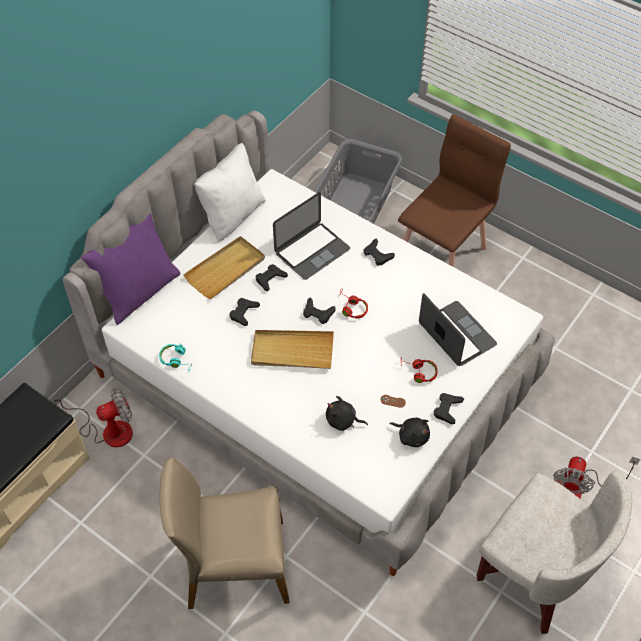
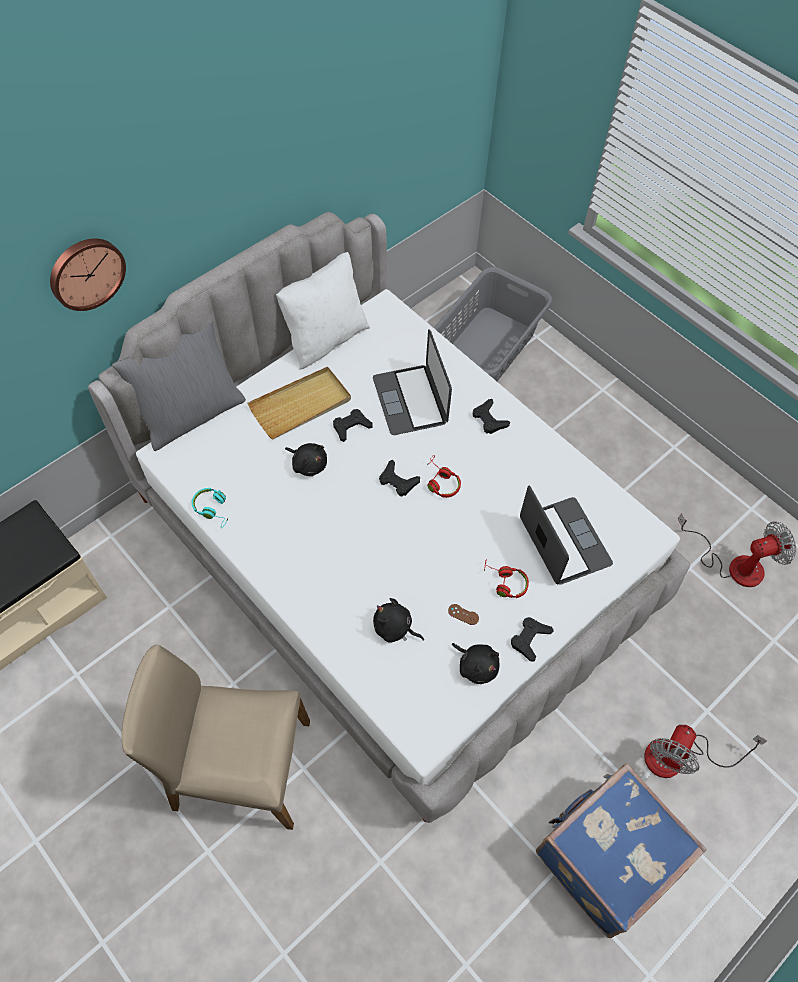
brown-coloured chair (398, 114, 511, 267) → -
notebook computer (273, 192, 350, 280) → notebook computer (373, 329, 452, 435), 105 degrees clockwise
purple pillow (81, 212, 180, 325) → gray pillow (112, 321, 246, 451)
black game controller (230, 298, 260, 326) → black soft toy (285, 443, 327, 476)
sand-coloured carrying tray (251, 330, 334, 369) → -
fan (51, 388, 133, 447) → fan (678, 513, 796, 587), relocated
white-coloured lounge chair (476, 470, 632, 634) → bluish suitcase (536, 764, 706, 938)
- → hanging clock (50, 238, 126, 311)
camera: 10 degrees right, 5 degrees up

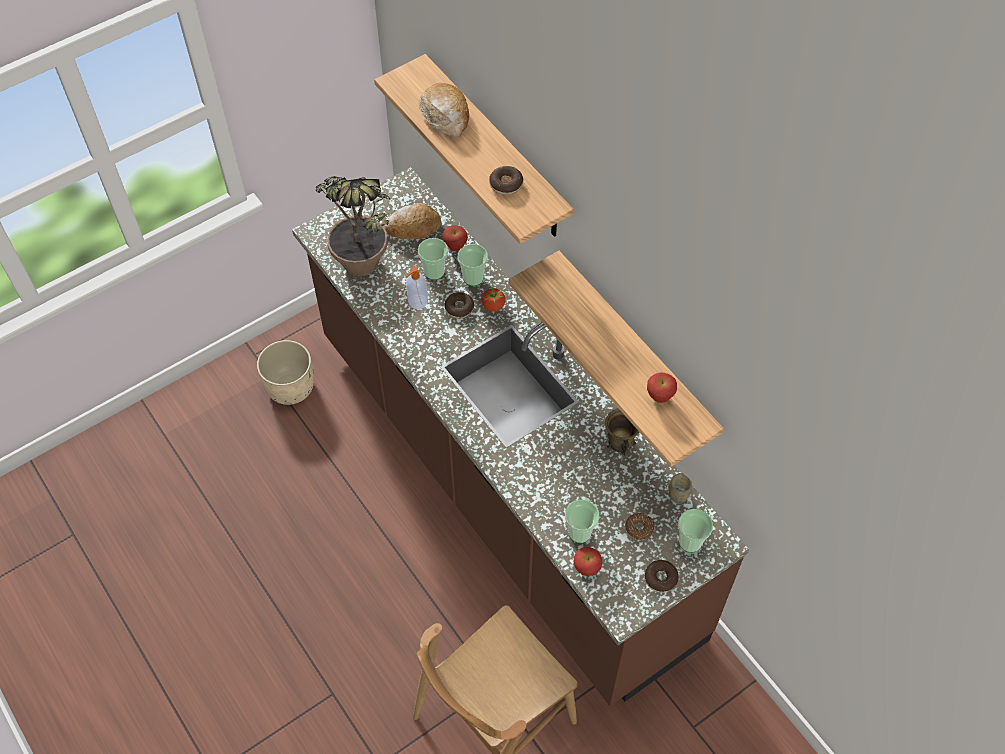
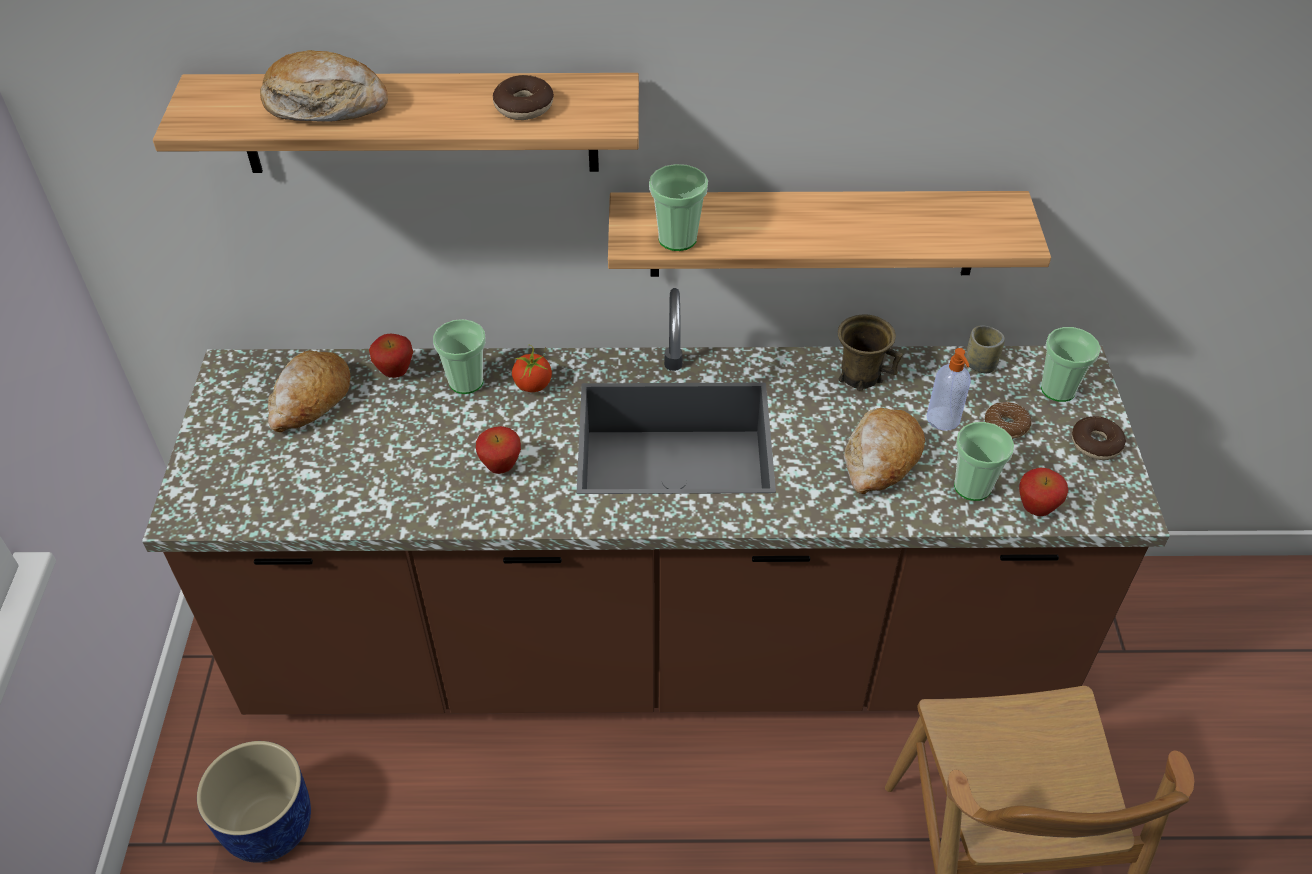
houseplant (315, 176, 390, 276) → -
small cup (418, 238, 448, 280) → small cup (649, 164, 708, 251), relocated
liquid soap bottle (406, 267, 428, 309) → liquid soap bottle (927, 348, 971, 431), relocated
donut (445, 292, 474, 318) → -
sand-coloured planter (257, 340, 314, 405) → bluish planter (197, 741, 311, 863)
whole apple (647, 372, 677, 403) → whole apple (476, 426, 521, 474), relocated
- → bread (844, 407, 925, 494)
camera: 55 degrees left, 10 degrees down

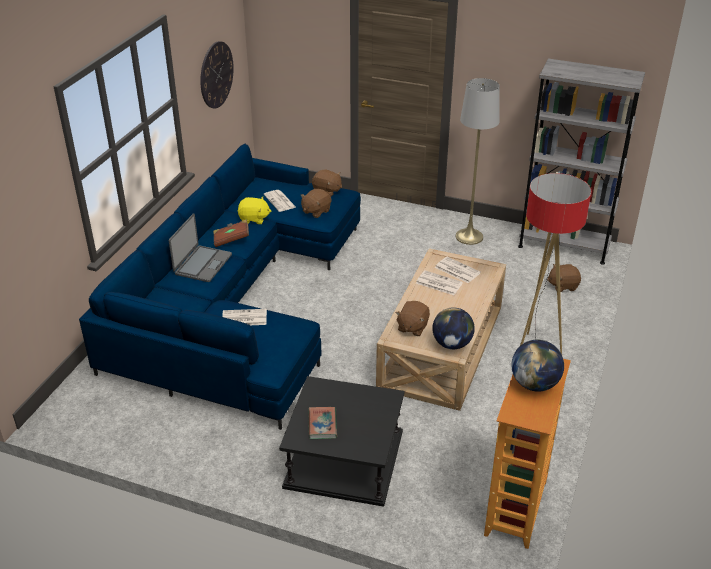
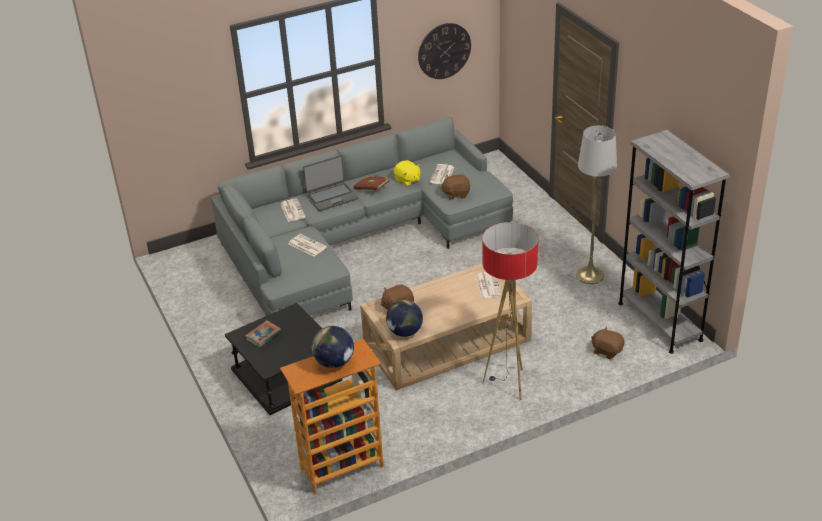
bluish sofa (79, 144, 361, 430) → gray sofa (211, 117, 513, 316)
brown-coloured soft toy (312, 170, 342, 197) → -
newspaper (416, 270, 463, 295) → newspaper (281, 198, 306, 222), relocated
camera: 45 degrees right, 0 degrees up

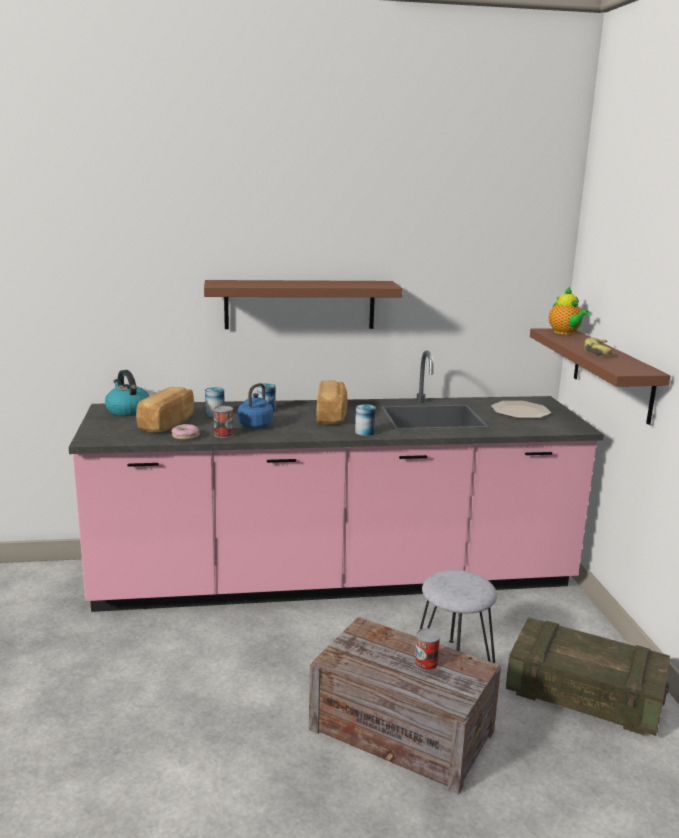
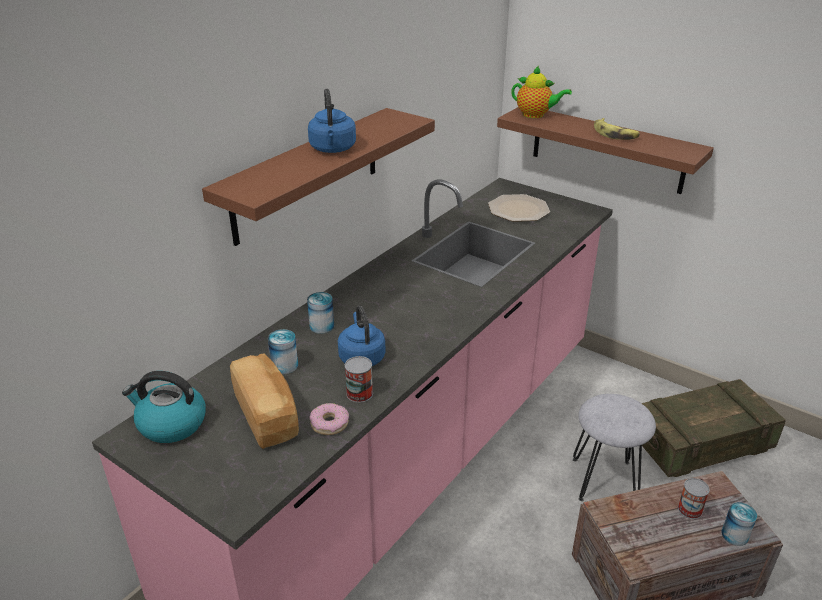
bread (316, 380, 348, 424) → -
sealed can (355, 404, 376, 436) → sealed can (722, 502, 757, 546), relocated
- → bluish kettle (308, 89, 356, 153)
camera: 45 degrees left, 15 degrees up

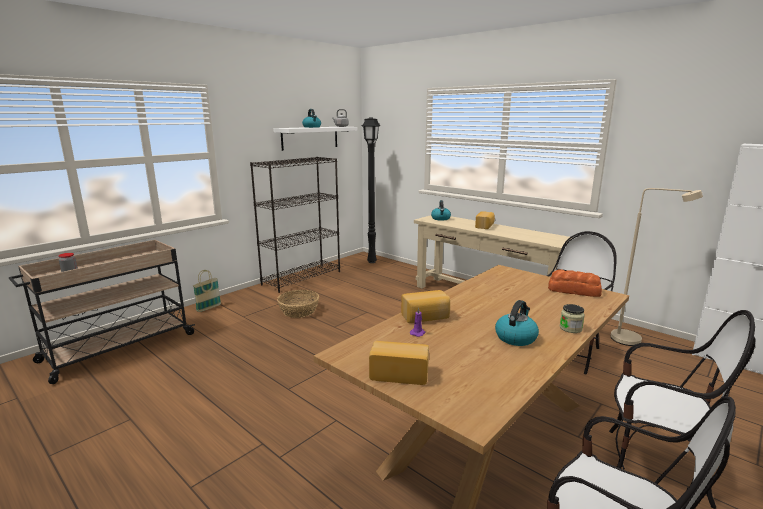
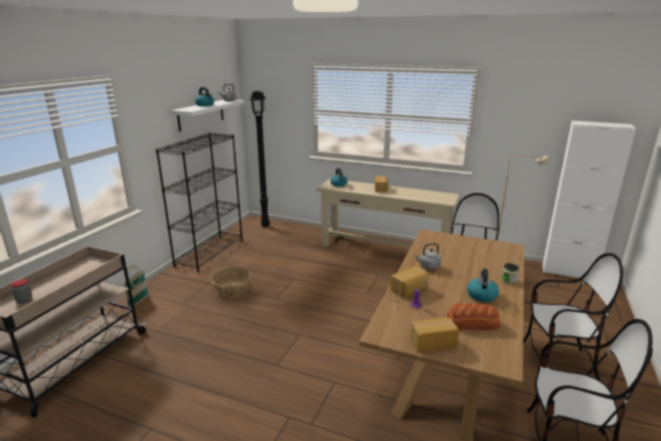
bread (548, 269, 602, 297) → bread (447, 303, 500, 330), relocated
- → gray kettle (414, 243, 441, 270)
camera: 20 degrees left, 5 degrees up

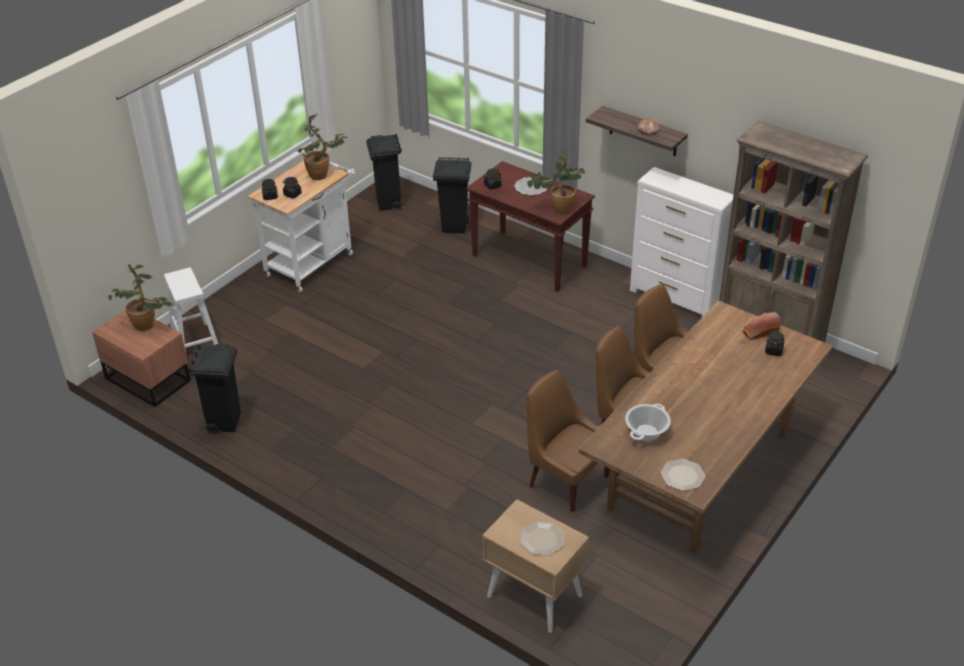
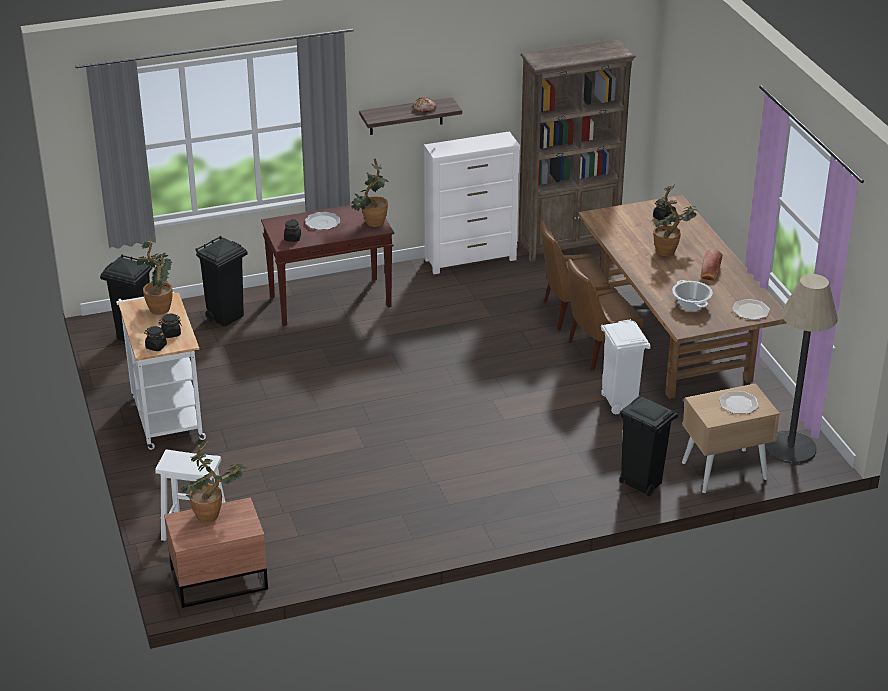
bread (743, 312, 781, 340) → bread (701, 249, 723, 281), relocated
black trash can (188, 344, 241, 433) → black trash can (619, 396, 678, 497), relocated
brown-coloured chair (527, 370, 610, 512) → white-coloured trash can (601, 319, 651, 414)
- → houseplant (653, 184, 697, 256)
- → standard lamp (765, 274, 838, 464)
camera: 55 degrees left, 5 degrees down

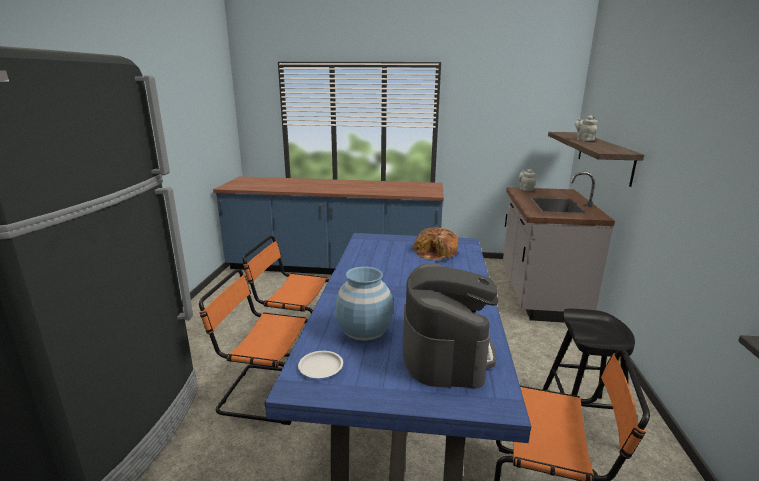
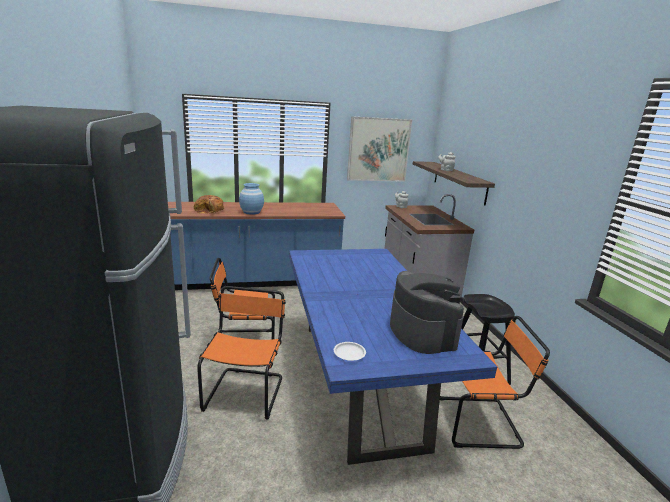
bread (413, 228, 459, 260) → bread (194, 195, 224, 214), relocated
bluish vase (335, 266, 394, 344) → bluish vase (239, 183, 264, 215), relocated
orangey chair (199, 269, 308, 425) → orangey chair (197, 286, 286, 420), 105 degrees clockwise
- → picture (347, 116, 412, 182)
camera: 20 degrees left, 0 degrees up

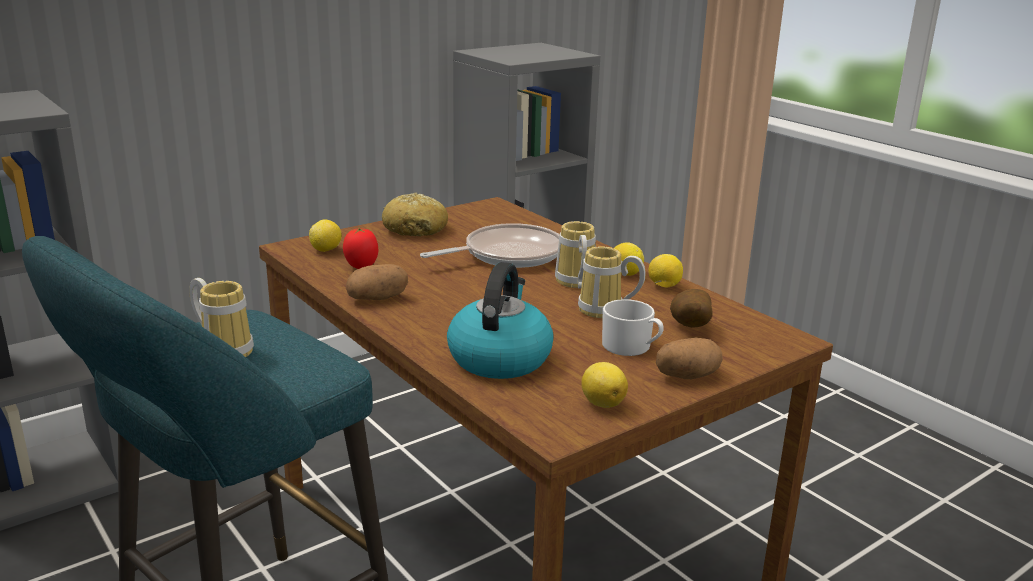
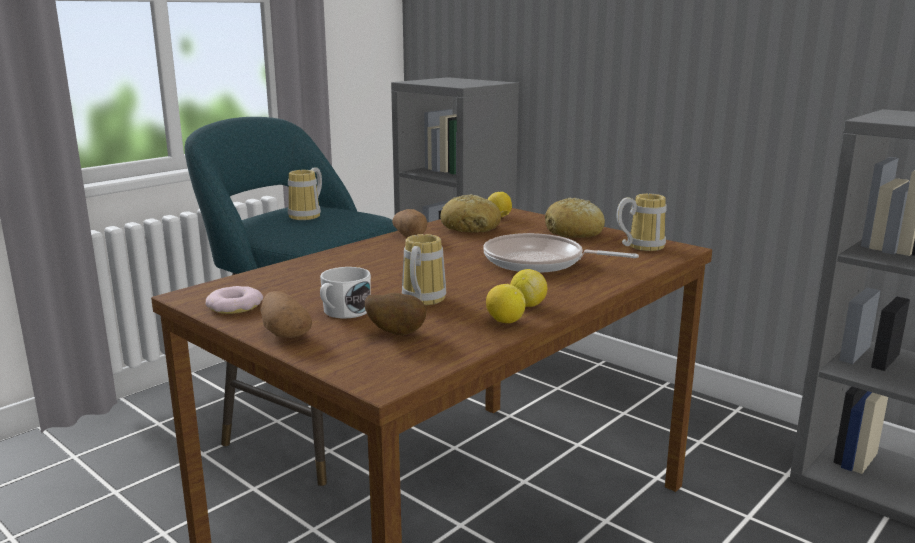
mug (555, 221, 596, 289) → mug (616, 194, 666, 251), relocated
skillet (420, 223, 560, 268) → skillet (483, 233, 639, 273), 150 degrees clockwise
whole tomato (343, 228, 378, 269) → bread (440, 194, 501, 232)
kettle (447, 262, 554, 379) → -
whole lemon (582, 362, 628, 408) → donut (206, 286, 263, 314)
camera: 80 degrees right, 5 degrees down

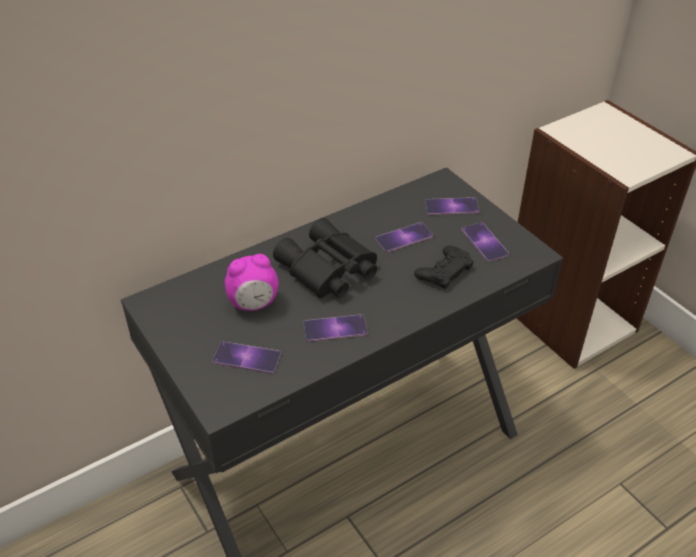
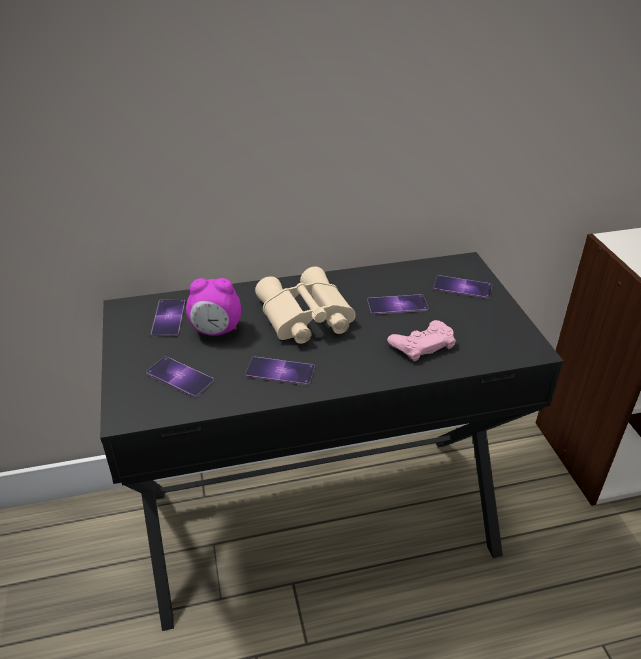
black field glasses (273, 218, 377, 298) → sand-coloured field glasses (255, 266, 355, 344)
phone (462, 222, 509, 262) → phone (151, 299, 185, 337), relocated
black game controller (414, 246, 474, 289) → pink-coloured game controller (387, 320, 456, 362)
camera: 20 degrees right, 5 degrees down

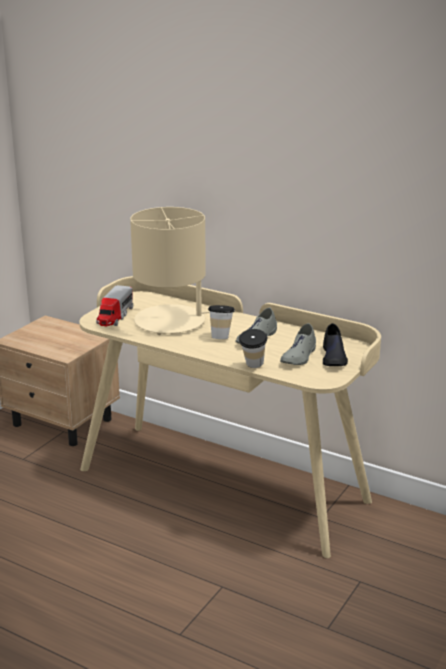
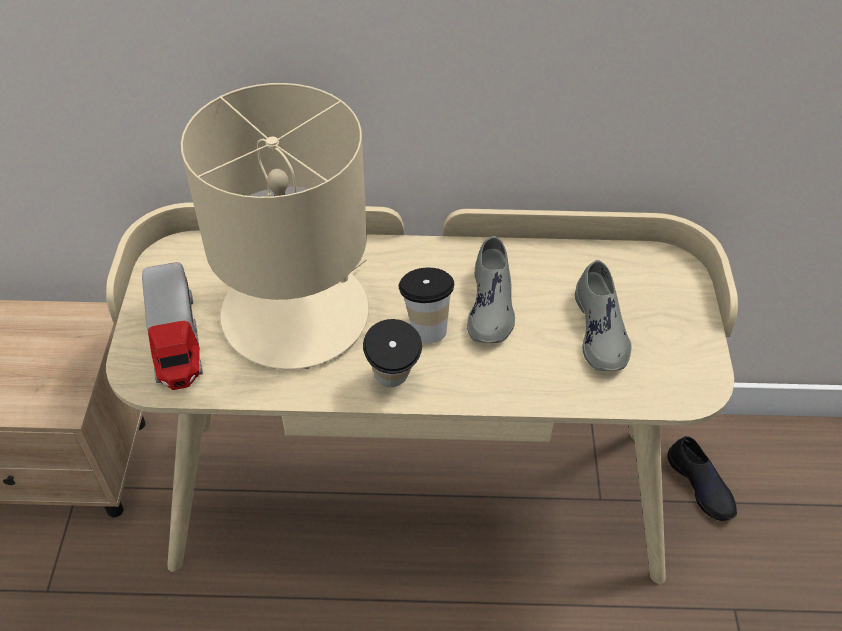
black shoe (323, 323, 348, 366) → black shoe (668, 436, 737, 521), relocated
small cup (239, 329, 267, 368) → small cup (363, 319, 422, 387), relocated
camera: 30 degrees left, 25 degrees up

